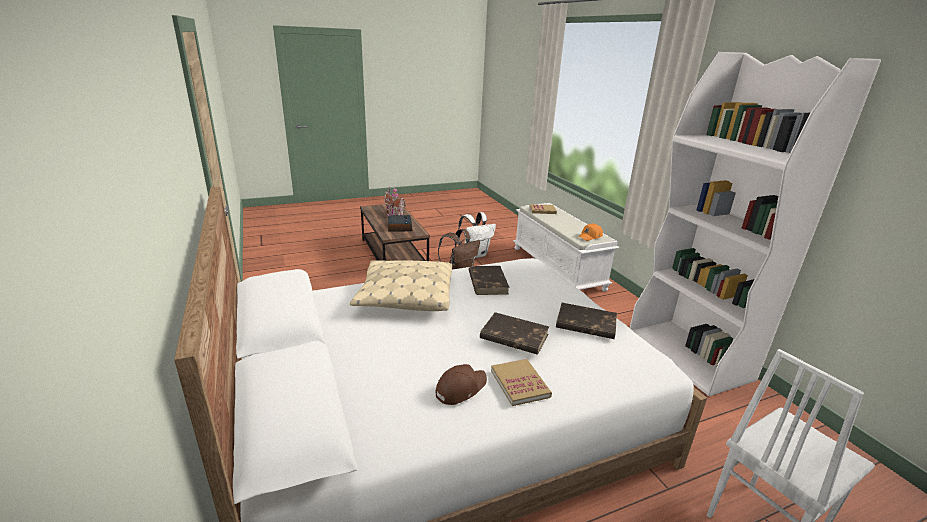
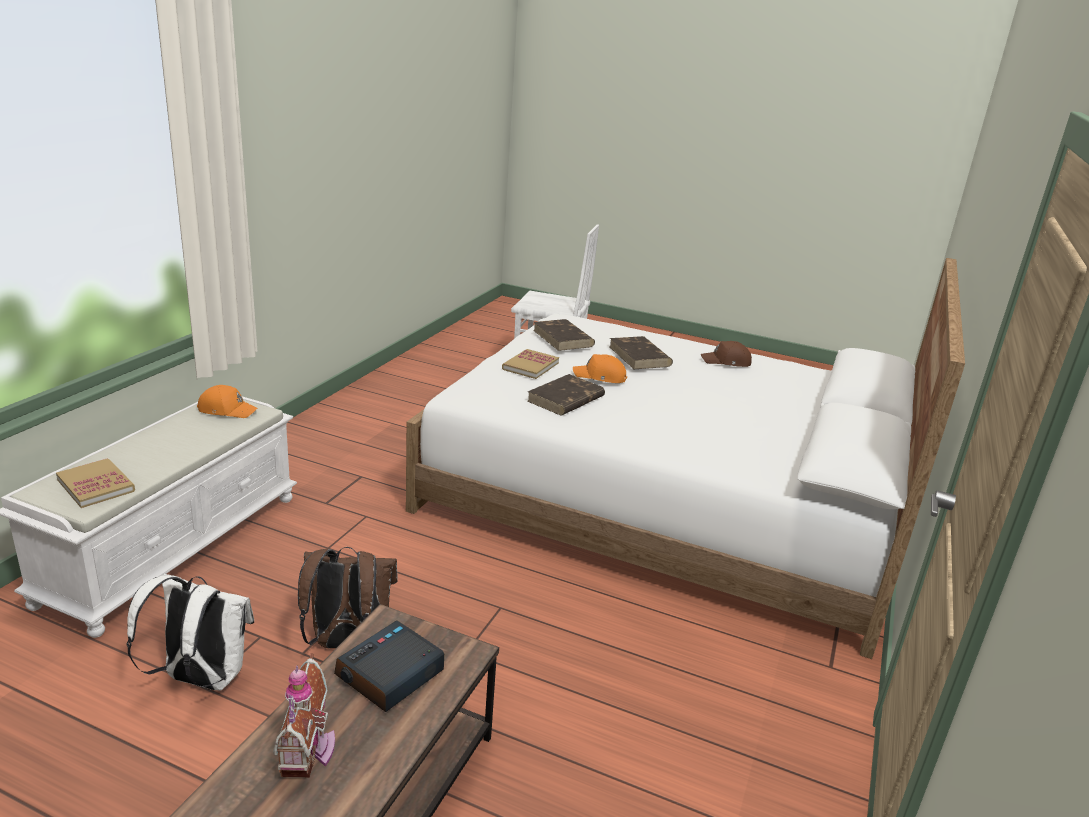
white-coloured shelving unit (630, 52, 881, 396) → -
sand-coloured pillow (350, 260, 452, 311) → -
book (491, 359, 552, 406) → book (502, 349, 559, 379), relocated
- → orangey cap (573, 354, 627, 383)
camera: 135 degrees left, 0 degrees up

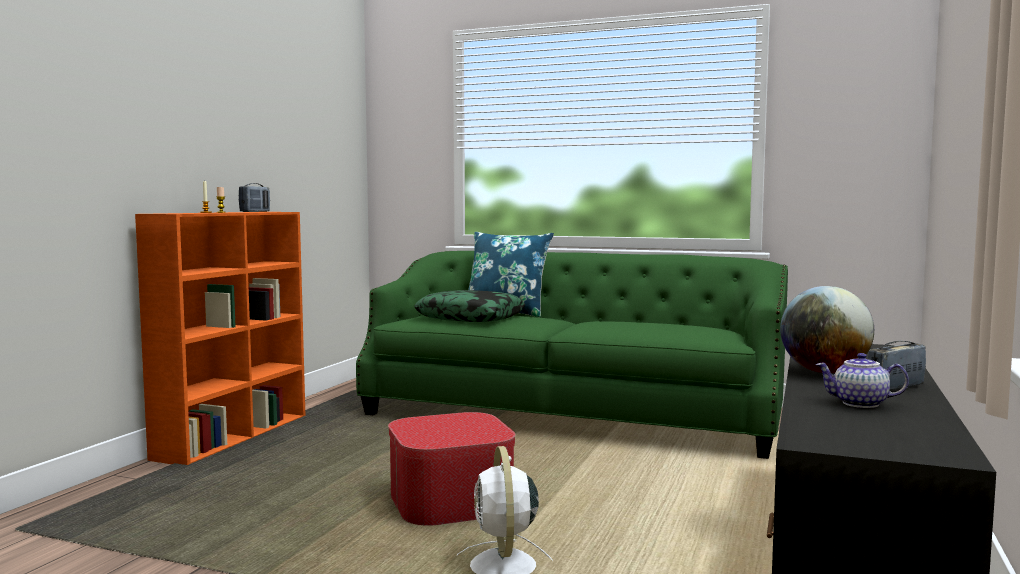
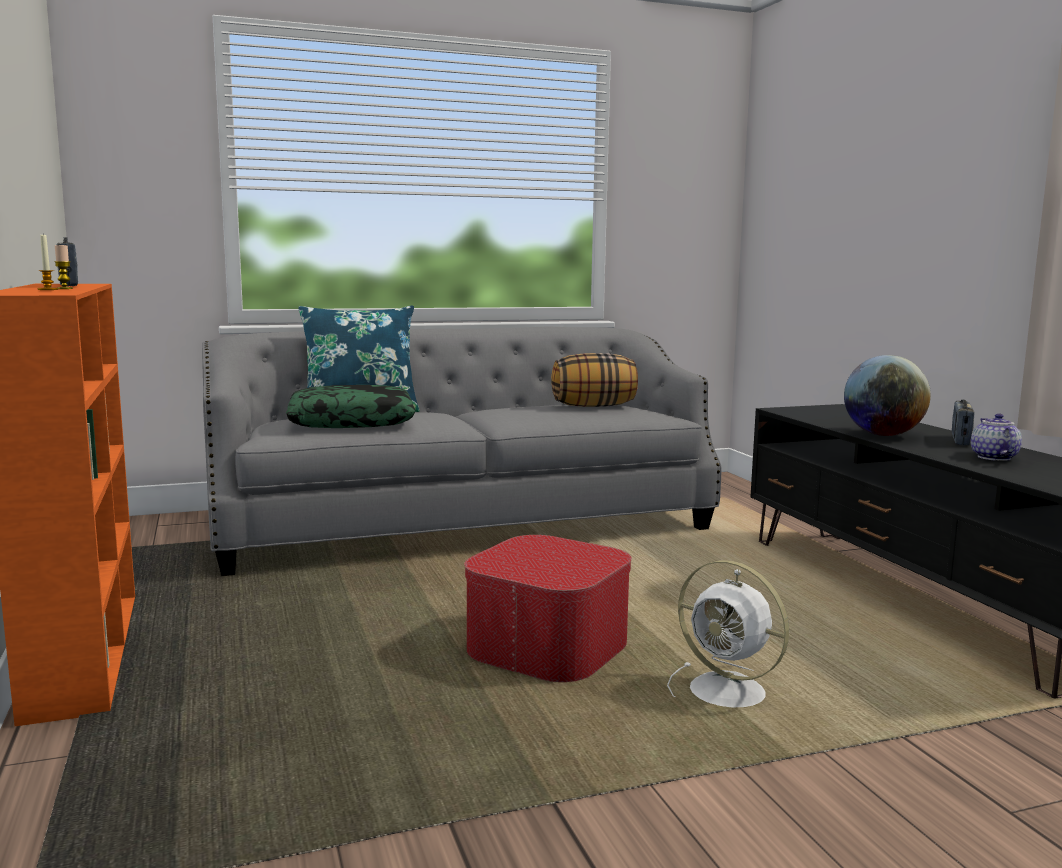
green-coloured sofa (356, 251, 788, 459) → gray sofa (202, 327, 721, 576)
tea pot (815, 353, 909, 408) → tea pot (971, 413, 1022, 461), 120 degrees clockwise
- → pillow (551, 353, 638, 407)
camera: 40 degrees left, 5 degrees up

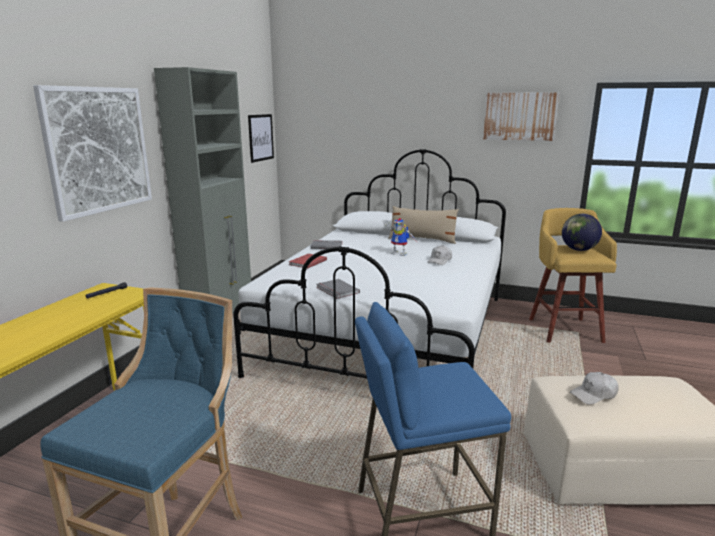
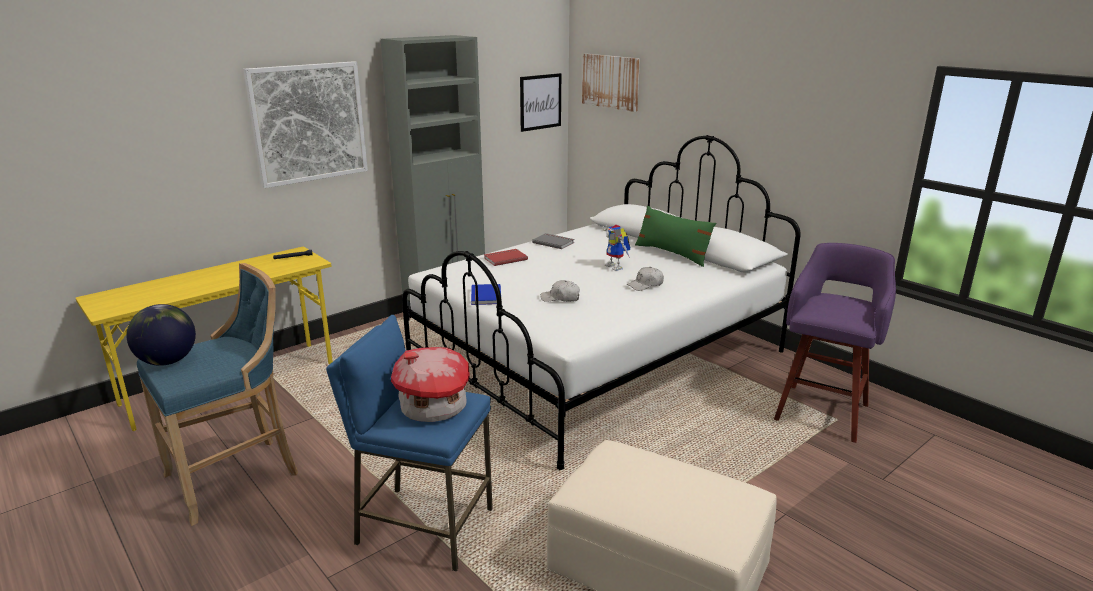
picture (483, 92, 559, 141) → picture (582, 54, 640, 112), relocated
sand-coloured pillow (388, 206, 459, 244) → green-coloured pillow (635, 206, 716, 267)
yellow-coloured stool (529, 208, 617, 343) → purple stool (774, 243, 896, 443)
world globe (562, 214, 602, 251) → world globe (126, 304, 196, 366), relocated
gray book (316, 279, 360, 299) → bluish book (471, 284, 501, 305)
white-coloured cap (570, 372, 619, 405) → white-coloured cap (540, 280, 580, 302), relocated
- → toy house (391, 347, 470, 422)
camera: 30 degrees right, 5 degrees up

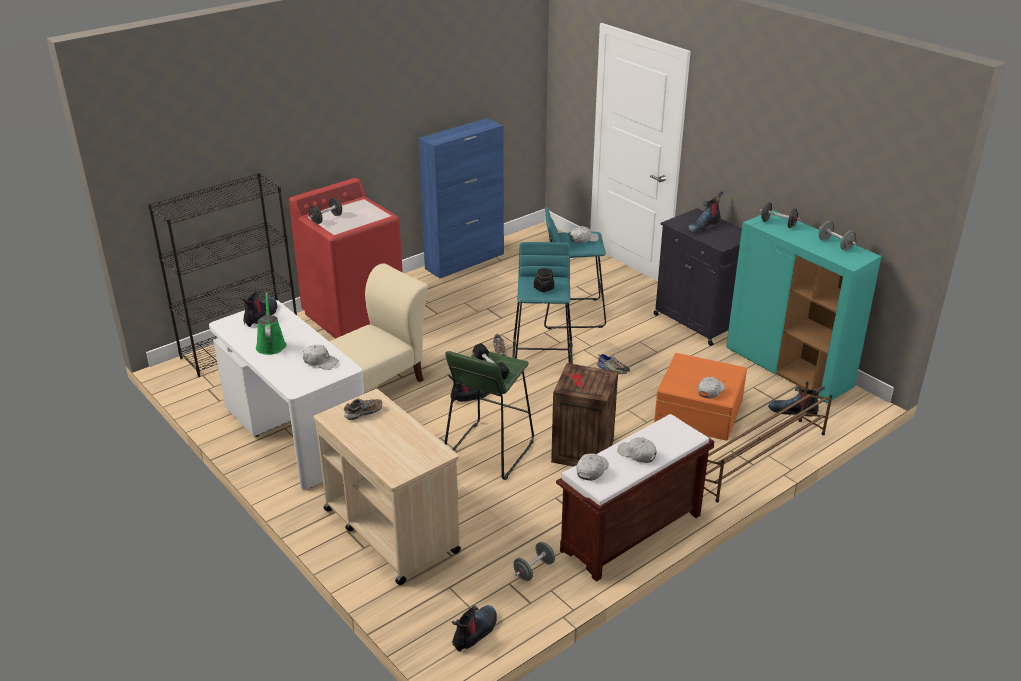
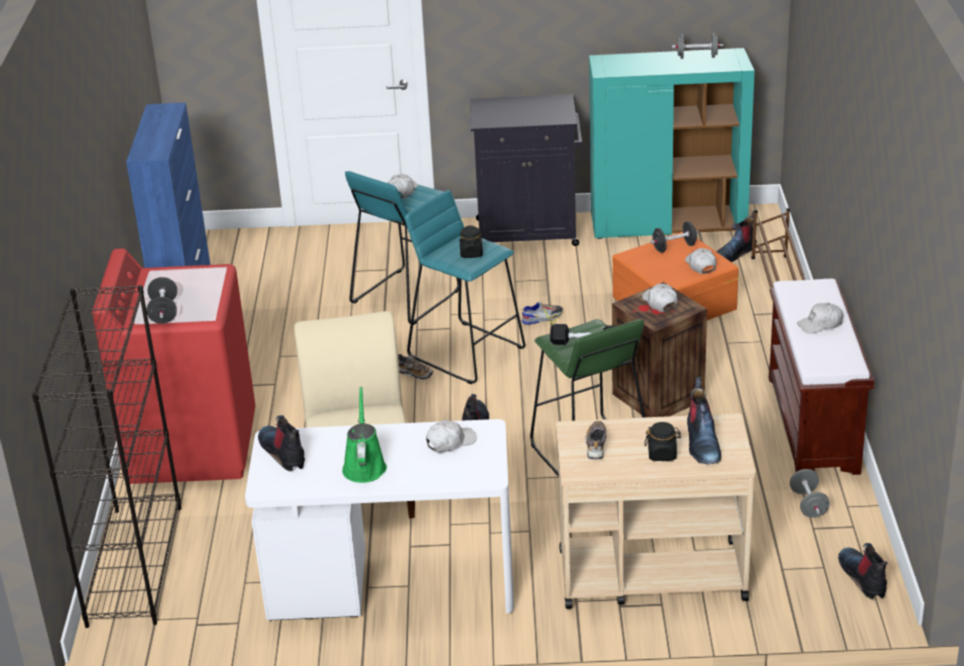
tall boot (687, 191, 723, 232) → tall boot (687, 377, 721, 464), relocated
black hand weight (759, 202, 801, 228) → black hand weight (650, 221, 699, 253), relocated
green-coloured sprinkling can (256, 292, 286, 355) → green-coloured sprinkling can (342, 387, 387, 483), 60 degrees clockwise
white-coloured cap (576, 454, 609, 481) → white-coloured cap (642, 284, 678, 312), relocated
- → black preserve jar (645, 422, 681, 461)
camera: 50 degrees left, 0 degrees up

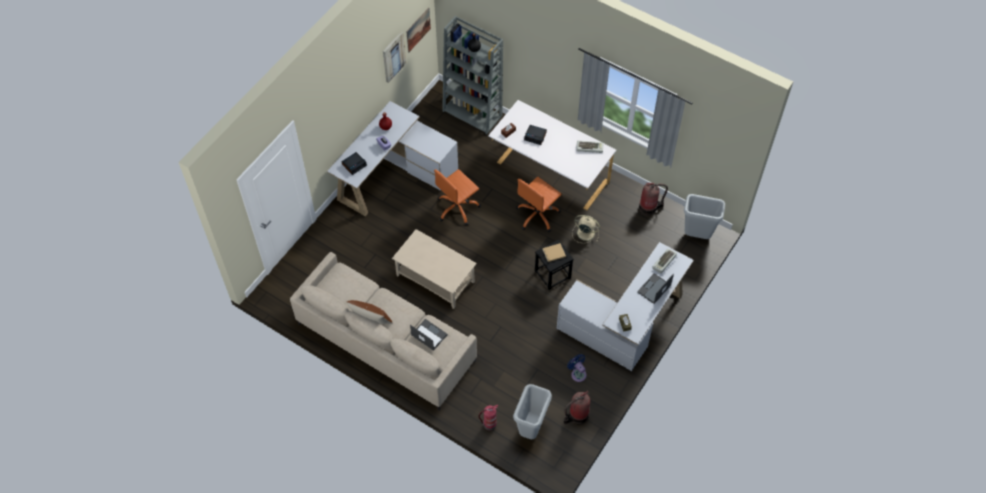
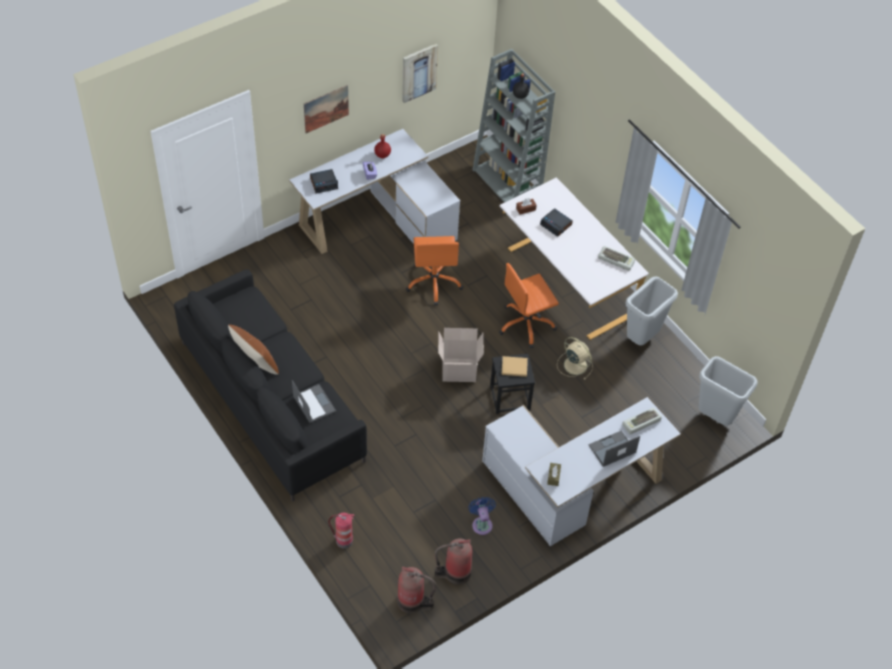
picture (406, 8, 431, 52) → picture (304, 85, 349, 134), relocated
orangey desk chair (434, 169, 481, 226) → orangey desk chair (406, 236, 464, 306), 75 degrees counterclockwise
fire-fighting cylinder (639, 183, 668, 216) → fire-fighting cylinder (397, 566, 436, 613), relocated
sand-coloured coffee table (392, 229, 477, 309) → -
sand-coloured sofa (290, 252, 477, 411) → black sofa (174, 269, 367, 502)
gray trash can (513, 384, 552, 439) → gray trash can (625, 276, 678, 345), relocated
- → carton (438, 328, 484, 382)
camera: 20 degrees right, 5 degrees down

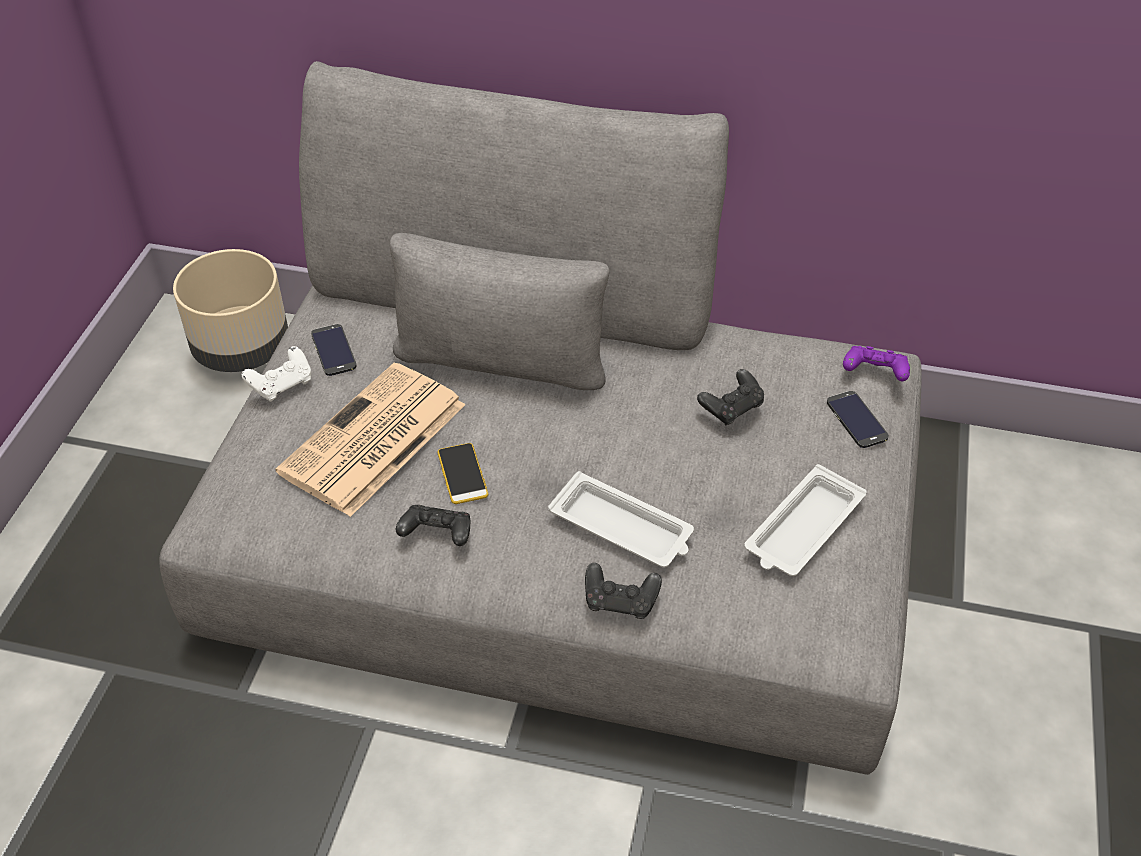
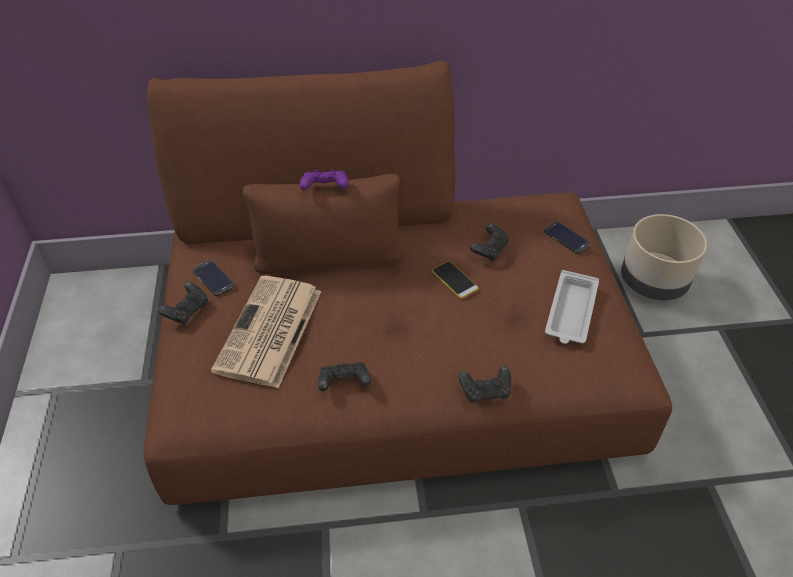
gray sofa (159, 61, 922, 775) → brown-coloured sofa (143, 61, 672, 505)
sand-coloured planter (173, 249, 288, 372) → sand-coloured planter (621, 214, 707, 300), relocated
white-coloured game controller (242, 346, 311, 402) → black game controller (158, 282, 208, 325)
purple game controller (843, 346, 910, 381) → purple game controller (300, 169, 348, 190), relocated
phone (437, 443, 488, 504) → phone (432, 261, 479, 299), relocated
white-coloured carrying tray (548, 471, 694, 568) → -
camera: 20 degrees left, 0 degrees up

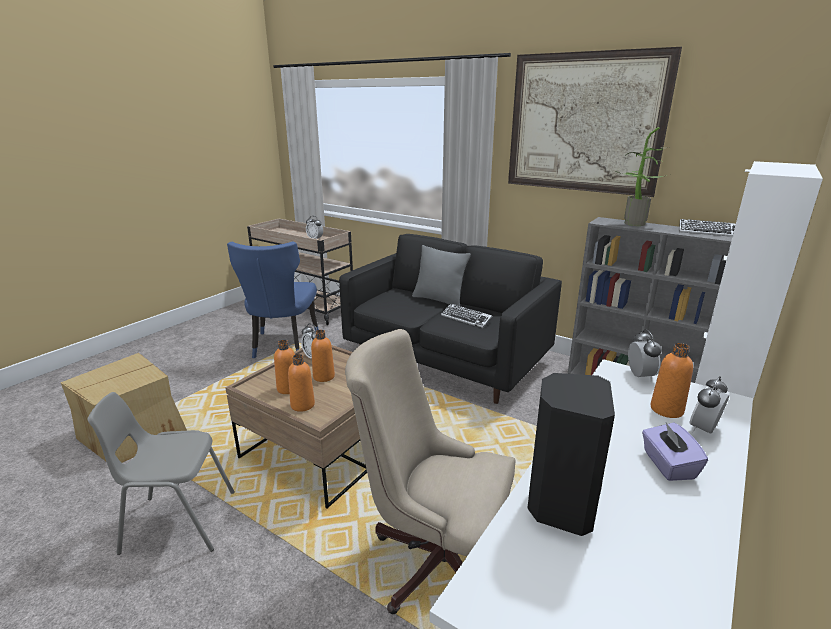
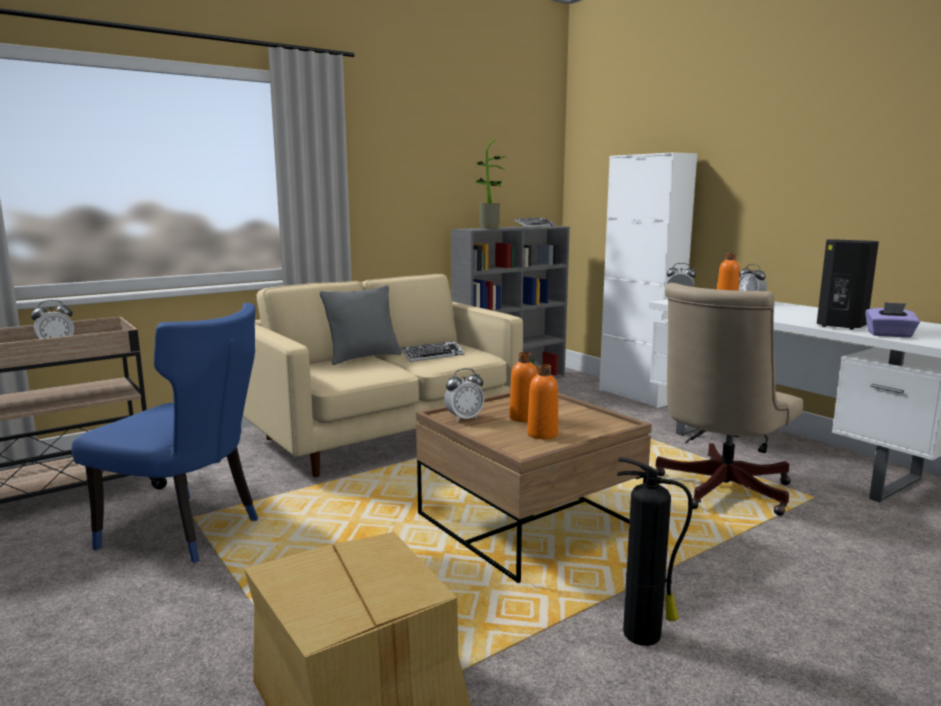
picture (508, 47, 682, 197) → -
black sofa (339, 234, 562, 404) → sand-coloured sofa (243, 274, 523, 477)
orangey drink bottle (288, 354, 315, 412) → -
gray chair (87, 392, 235, 555) → fire-fighting cylinder (617, 457, 693, 646)
purple tissue box (642, 422, 708, 481) → purple tissue box (865, 302, 920, 338), relocated
camera: 70 degrees left, 10 degrees down

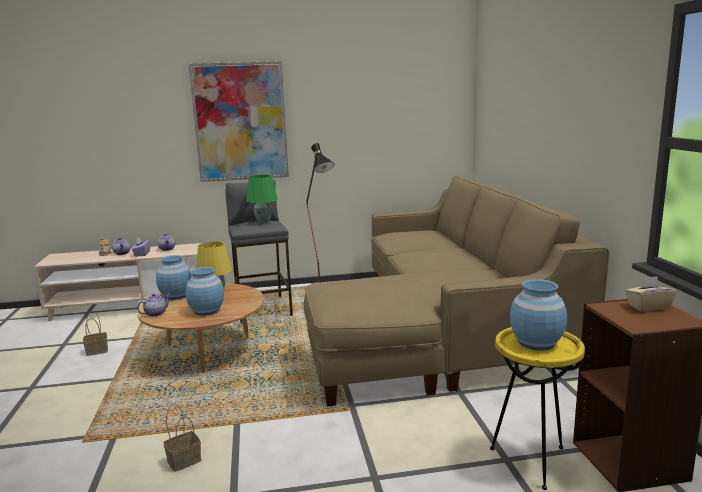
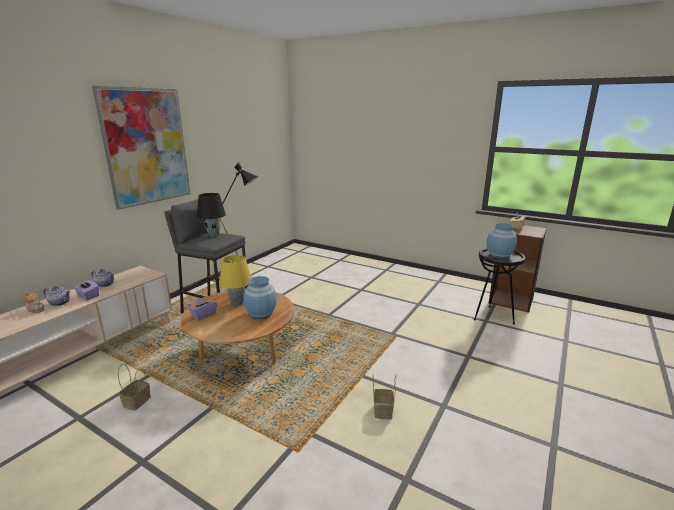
green-coloured lamp for a table (246, 175, 278, 224) → black lamp for a table (197, 193, 226, 237)
sand-coloured sofa (304, 176, 610, 406) → -
bluish vase (156, 255, 192, 300) → purple tissue box (189, 296, 217, 321)
tea pot (137, 293, 170, 316) → -
yellow-coloured end table (490, 327, 585, 490) → black end table (474, 248, 526, 324)
camera: 50 degrees left, 5 degrees up

